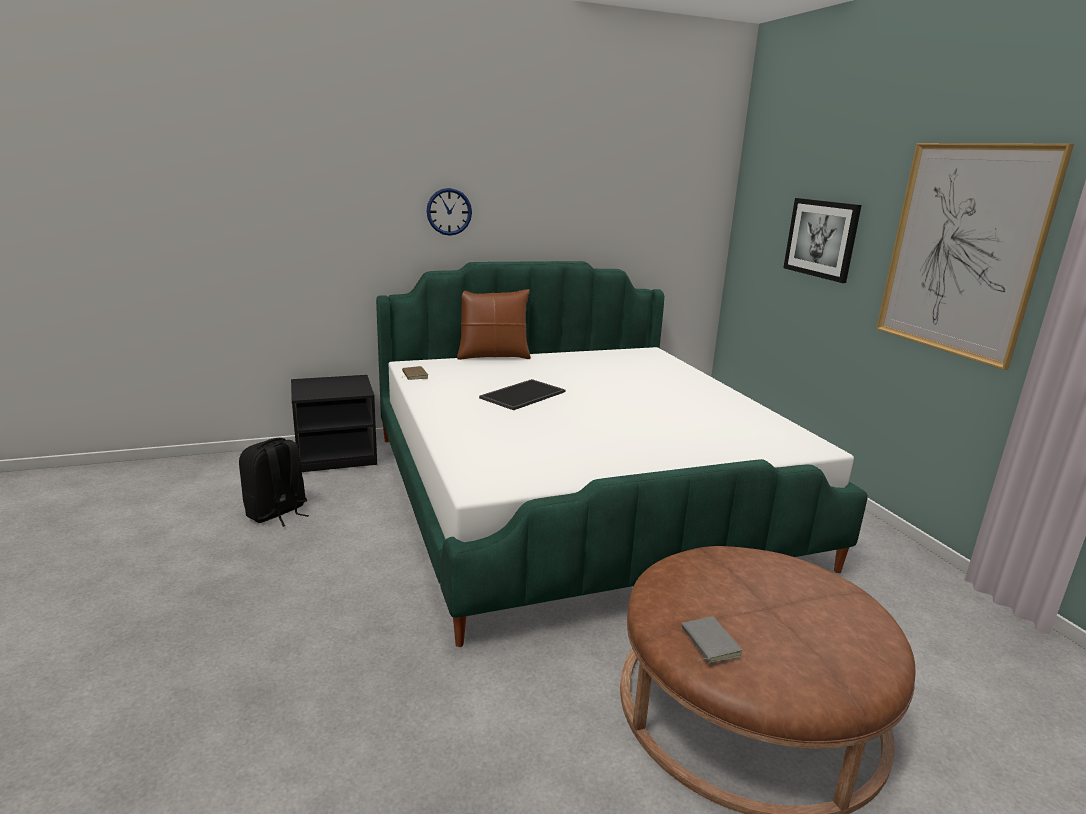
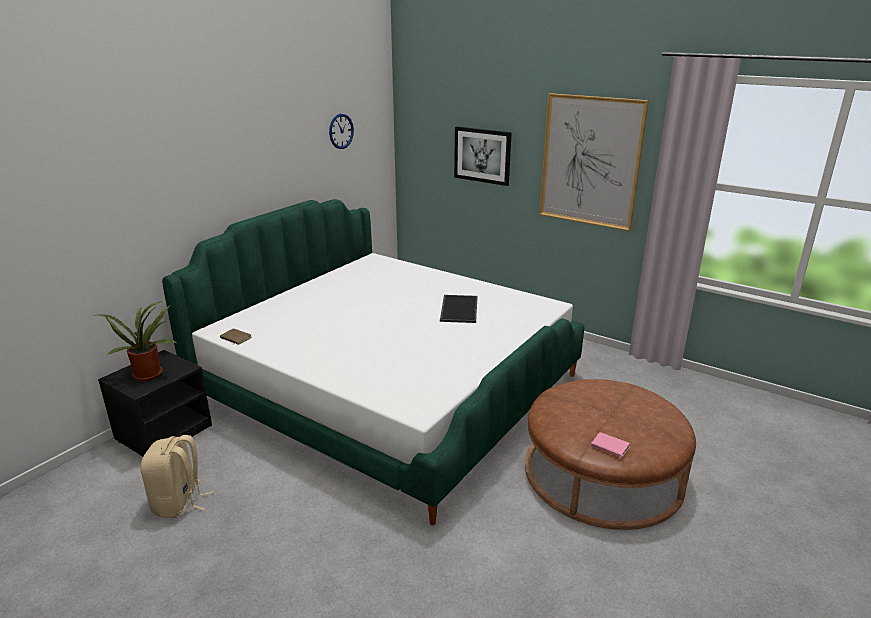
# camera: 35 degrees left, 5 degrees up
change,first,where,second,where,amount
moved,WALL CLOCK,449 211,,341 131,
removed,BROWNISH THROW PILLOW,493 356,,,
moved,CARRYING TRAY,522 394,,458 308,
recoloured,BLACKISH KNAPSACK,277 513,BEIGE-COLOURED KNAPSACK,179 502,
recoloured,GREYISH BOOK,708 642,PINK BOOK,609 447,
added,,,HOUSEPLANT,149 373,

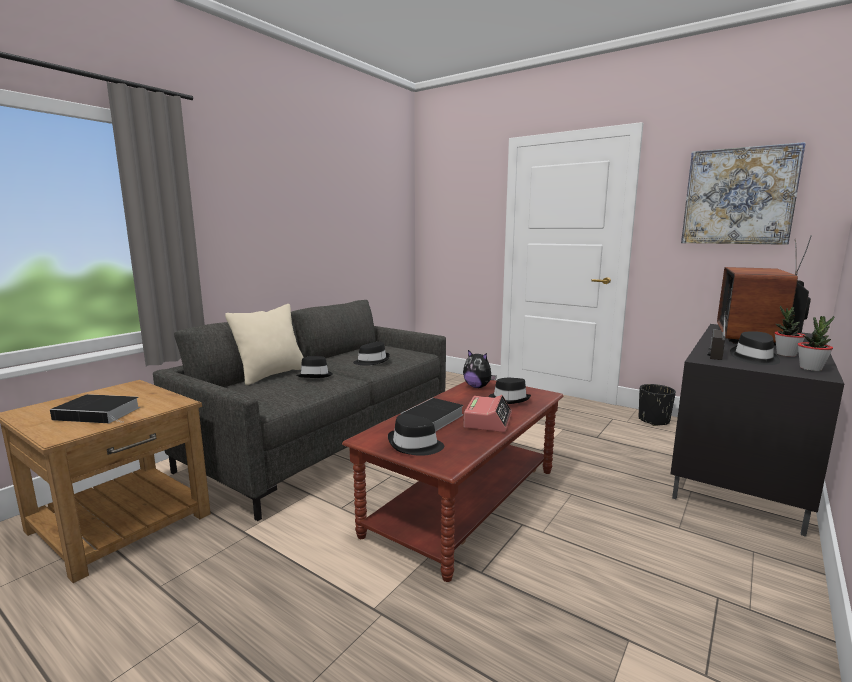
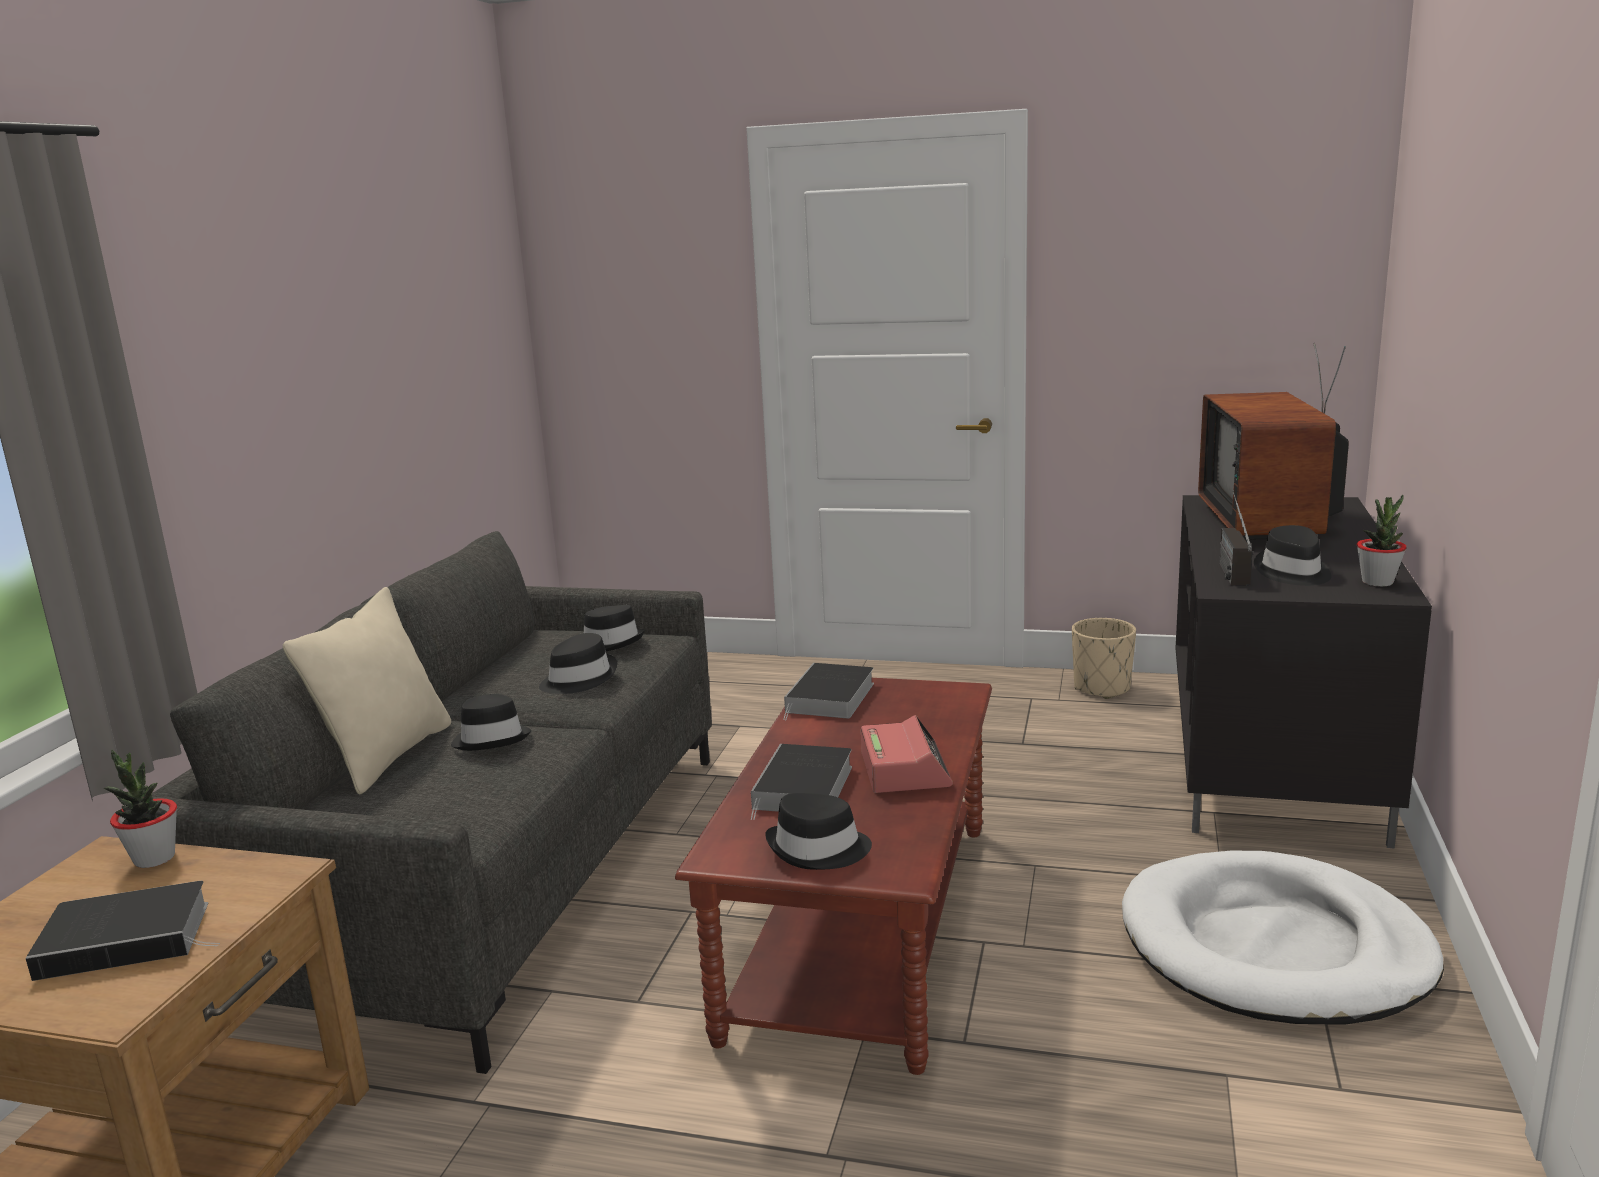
# camera: 20 degrees left, 5 degrees up
change,first,where,second,where,amount
removed,PICTURE,738 196,,,
moved,HOUSEPLANT,786 354,,154 858,
replaced,SOFT TOY,477 387,BOOK,830 698,
moved,BLACKISH CLOTHING HAT,509 399,,610 643,
recoloured,BLACKISH FLOWER POT,653 420,BEIGE-COLOURED FLOWER POT,1102 688,
added,,,WHITE PET BED,1274 948,

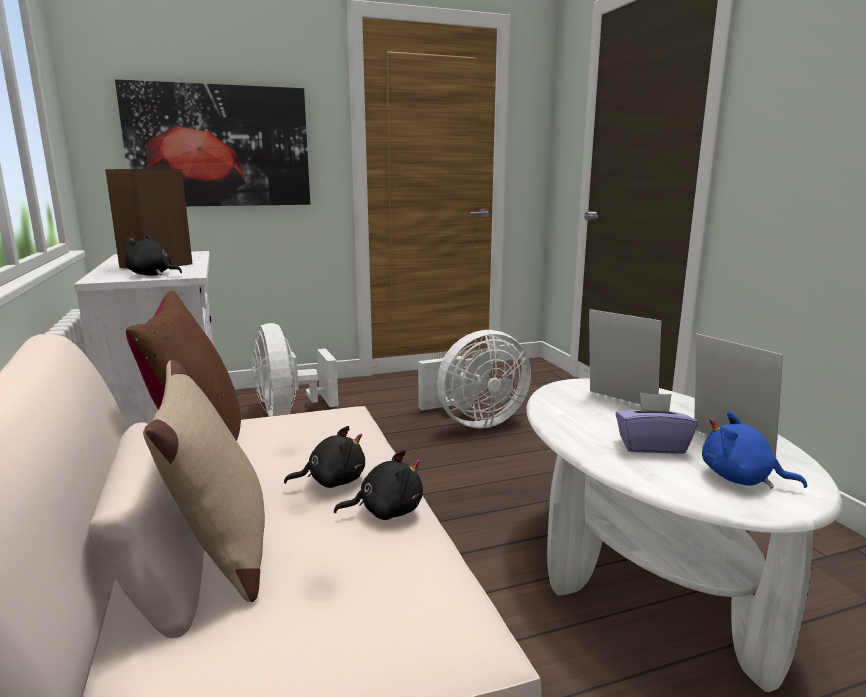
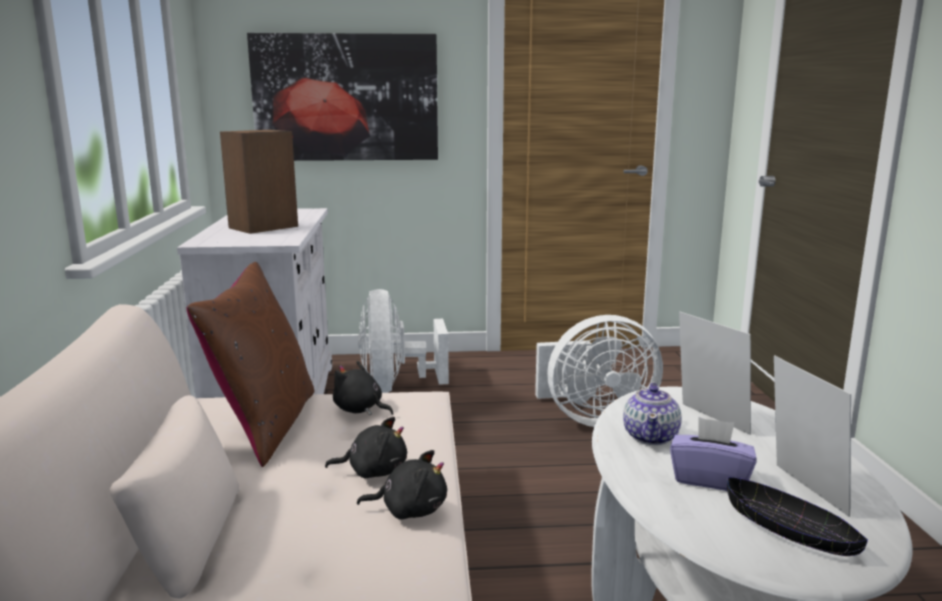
# camera: 15 degrees right, 0 degrees up
change,first,where,second,where,amount
moved,BLACKISH SOFT TOY,152 275,,360 409,
removed,BEIGE-COLOURED THROW PILLOW,222 554,,,
replaced,BLUE-COLOURED SOFT TOY,741 479,BLACKISH DEEP DISH,789 532,
added,,,TEA POT,651 436,

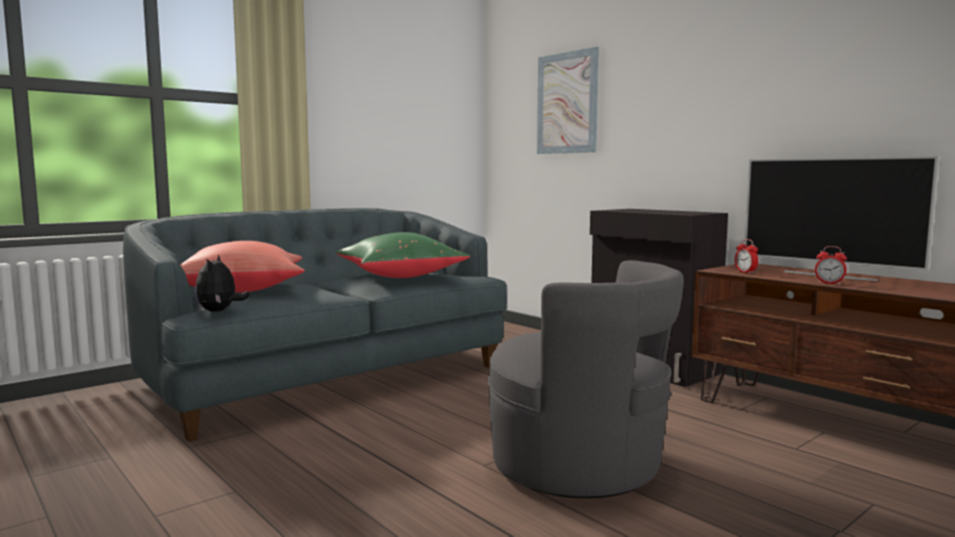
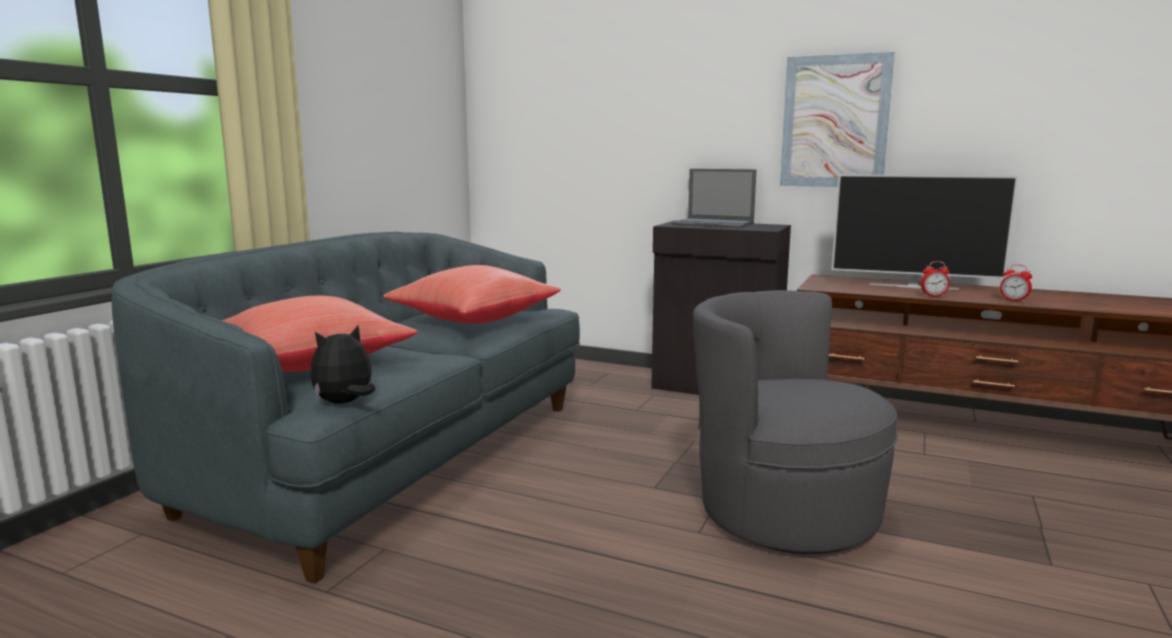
# camera: 25 degrees left, 5 degrees up
change,first,where,second,where,amount
moved,PICTURE,567 103,,834 122,
recoloured,GREENISH THROW PILLOW,400 276,REDDISH THROW PILLOW,473 320,
moved,BEDSIDE CLOCK,745 272,,1014 300,
turned,SOFT TOY,219 311,,345 403,75 degrees clockwise
turned,GREYISH LOUNGE CHAIR,580 466,,784 512,150 degrees counterclockwise
added,,,LAPTOP,714 224,

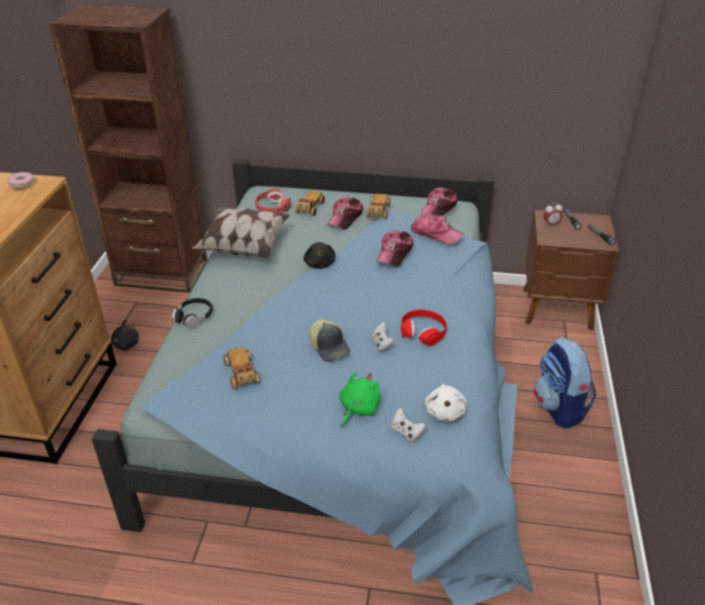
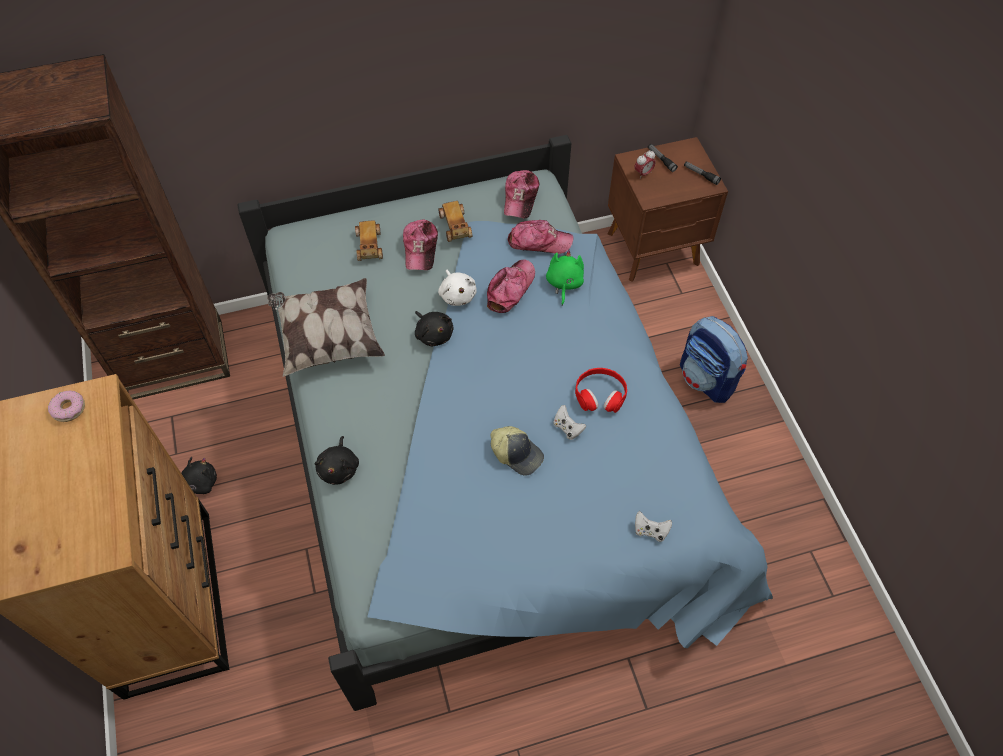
# camera: 25 degrees left, 20 degrees up
change,first,where,second,where,amount
removed,REDDISH HEADPHONES,272 208,,,
turned,CAP,395 253,,510 289,150 degrees counterclockwise
replaced,BLACKISH HEADPHONES,194 317,BLACKISH SOFT TOY,339 468,
removed,MODEL CAR,241 373,,,
moved,GREENISH SOFT TOY,358 409,,564 283,
moved,WHITE SOFT TOY,445 411,,457 294,

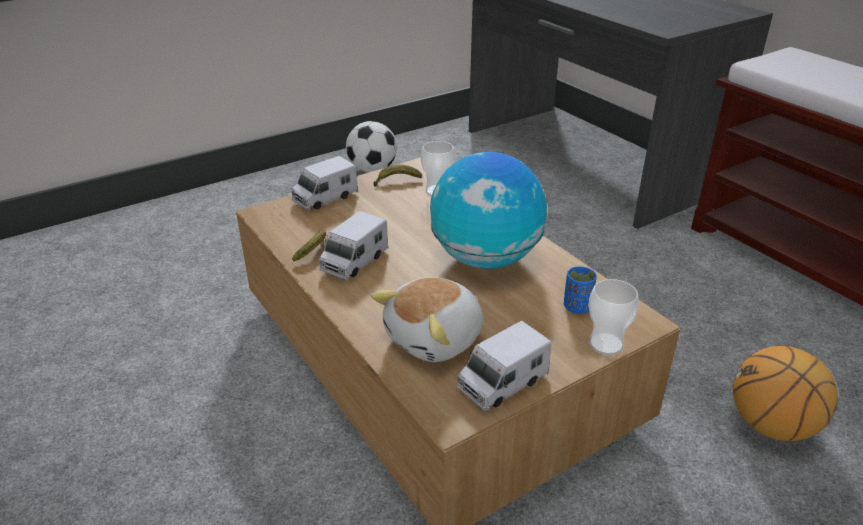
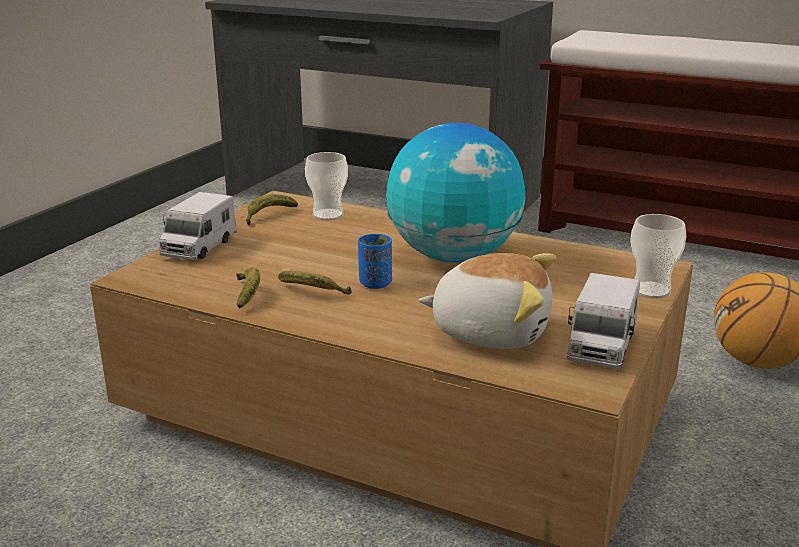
# camera: 30 degrees left, 10 degrees down
change,first,where,second,where,amount
removed,BALL FOR FOOTBALL,372 169,,,
replaced,TOY LORRY,354 261,BANANA,312 292,
moved,BLUE-COLOURED CUP,577 307,,375 283,
turned,SOFT TOY,436 339,,491 331,90 degrees counterclockwise

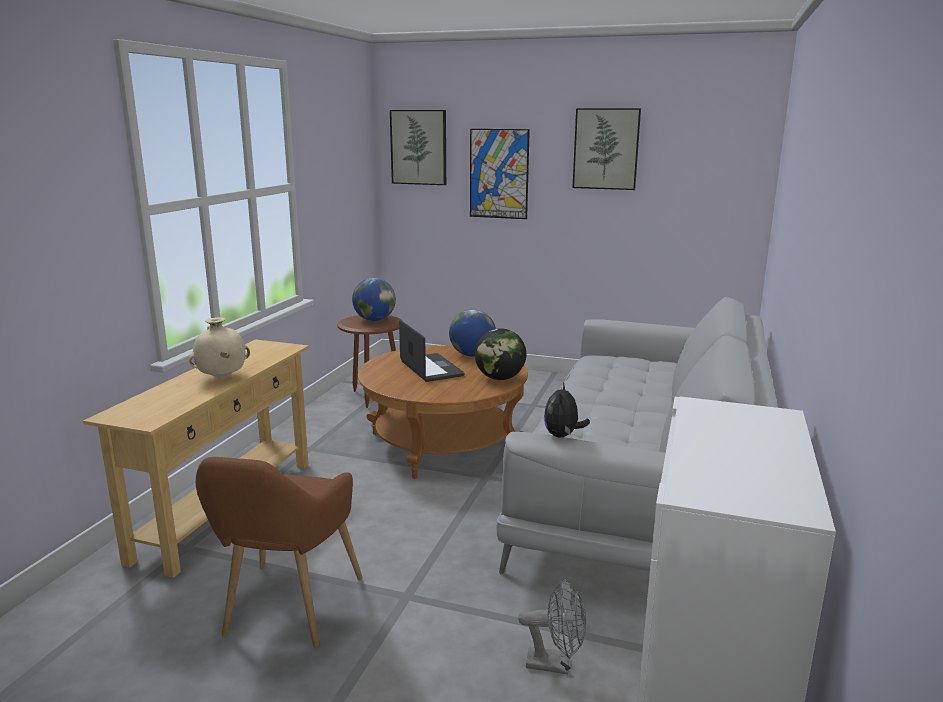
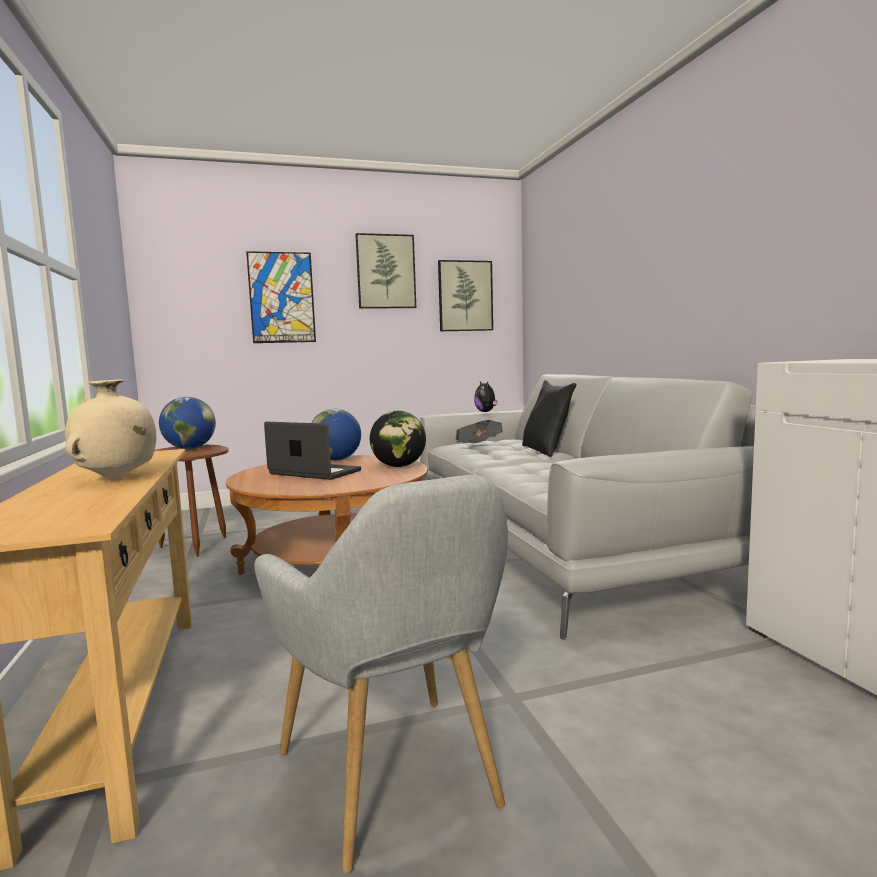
# camera: 35 degrees left, 10 degrees down
change,first,where,second,where,amount
moved,PICTURE,419 147,,465 296,
moved,SOFT TOY,563 436,,486 412,
recoloured,BROWNISH LOUNGE CHAIR,286 612,GREYISH LOUNGE CHAIR,397 787,
removed,GREYISH FAN,555 664,,,
added,,,BLACKISH THROW PILLOW,547 450,
added,,,NEWSPAPER,478 446,

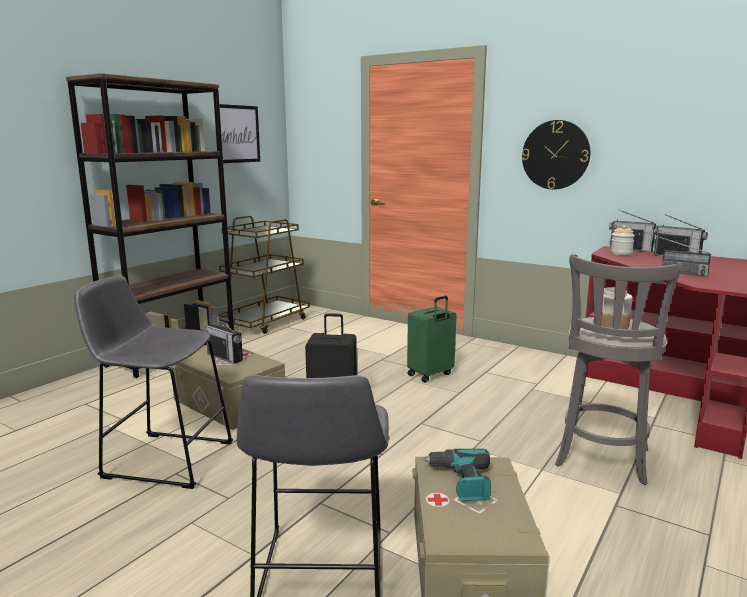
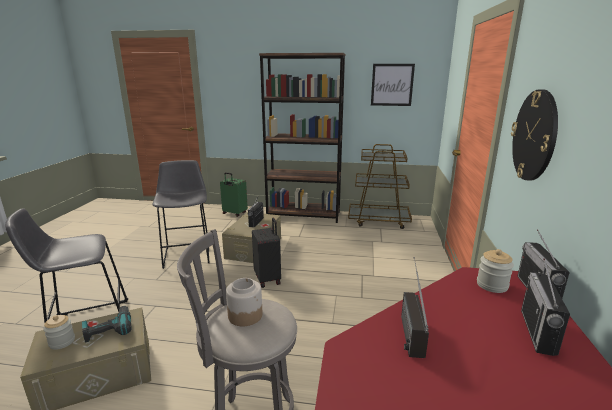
# camera: 65 degrees right, 5 degrees up
change,first,where,second,where,amount
moved,GREENISH SUITCASE,431 375,,234 213,
added,,,PRESERVE JAR,62 342,

